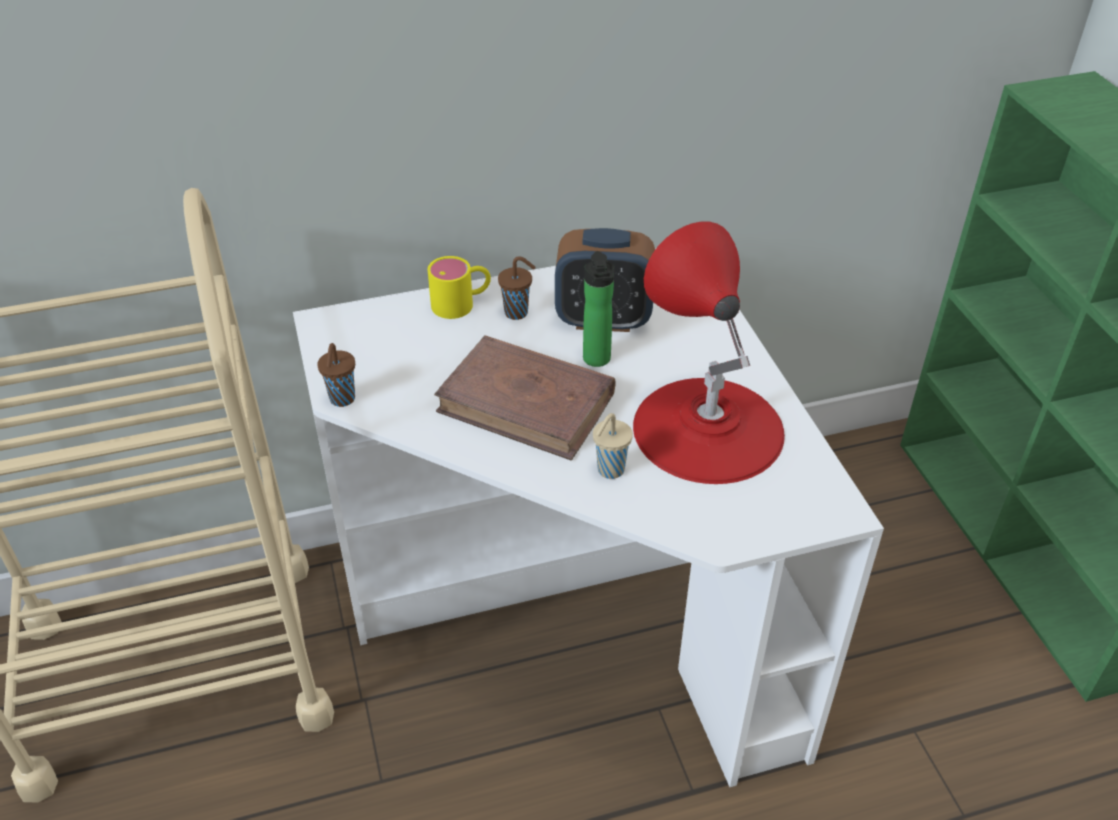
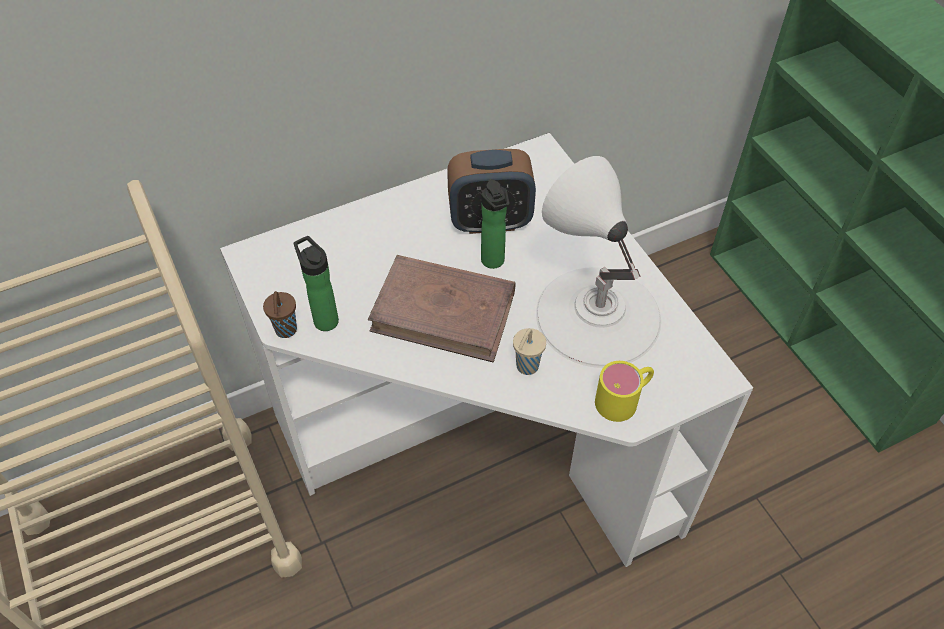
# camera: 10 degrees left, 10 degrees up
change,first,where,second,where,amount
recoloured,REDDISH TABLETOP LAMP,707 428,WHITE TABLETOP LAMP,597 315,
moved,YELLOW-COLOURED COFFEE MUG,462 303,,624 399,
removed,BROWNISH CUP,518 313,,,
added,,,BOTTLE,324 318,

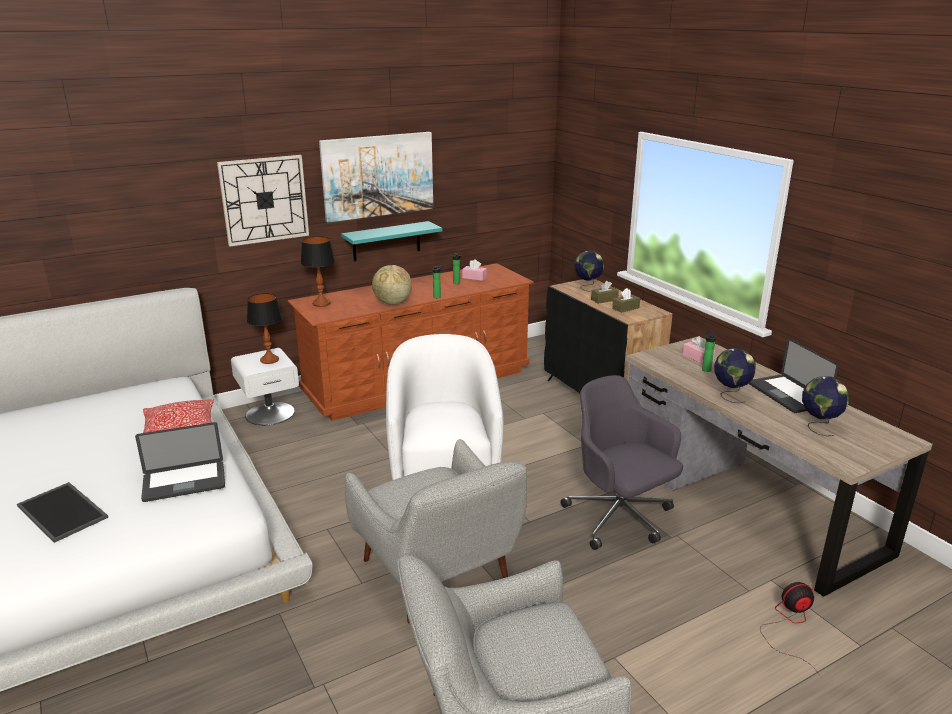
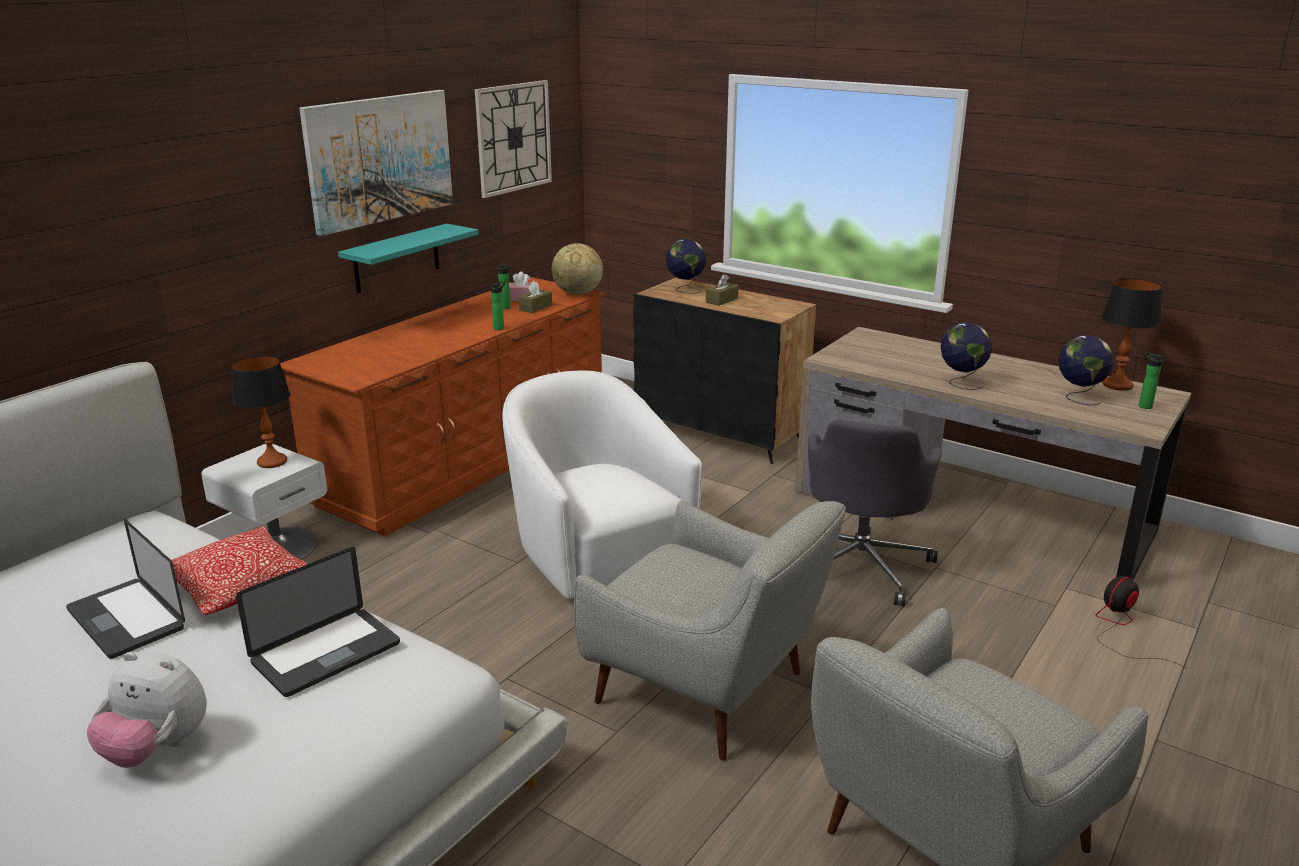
# camera: 25 degrees left, 0 degrees up
change,first,where,second,where,amount
moved,WALL CLOCK,264 200,,513 137,
moved,TABLETOP LAMP,321 304,,1117 385,
moved,WORLD GLOBE,392 303,,577 293,
moved,BROWNISH TISSUE BOX,625 308,,535 307,
moved,BOTTLE,705 369,,1143 406,
removed,PINK TISSUE BOX,697 357,,,
moved,LAPTOP,787 395,,126 619,
turned,GREYISH COMPUTER CHAIR,620 518,,861 565,105 degrees counterclockwise
replaced,CARRYING TRAY,64 511,SOFT TOY,157 749,

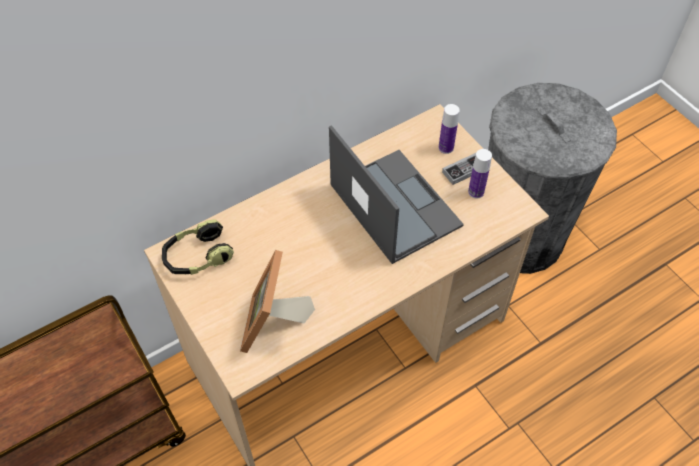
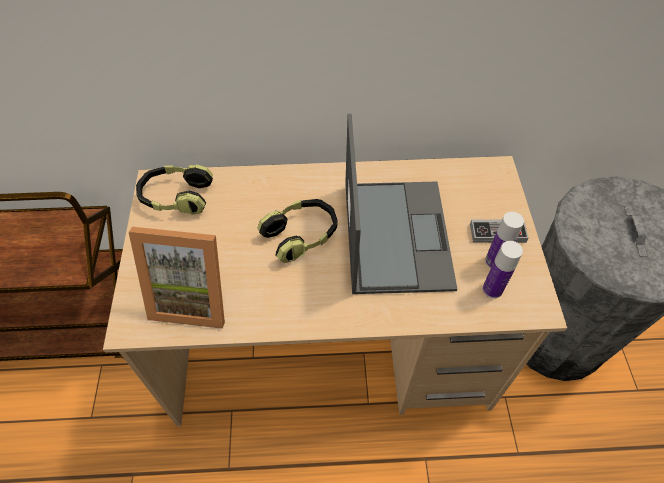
# camera: 30 degrees right, 0 degrees up
change,first,where,second,where,amount
moved,BOTTLE,446 148,,492 289,
turned,STANDING FRAME,274 325,,193 297,120 degrees counterclockwise
added,,,HEADPHONES,301 235,

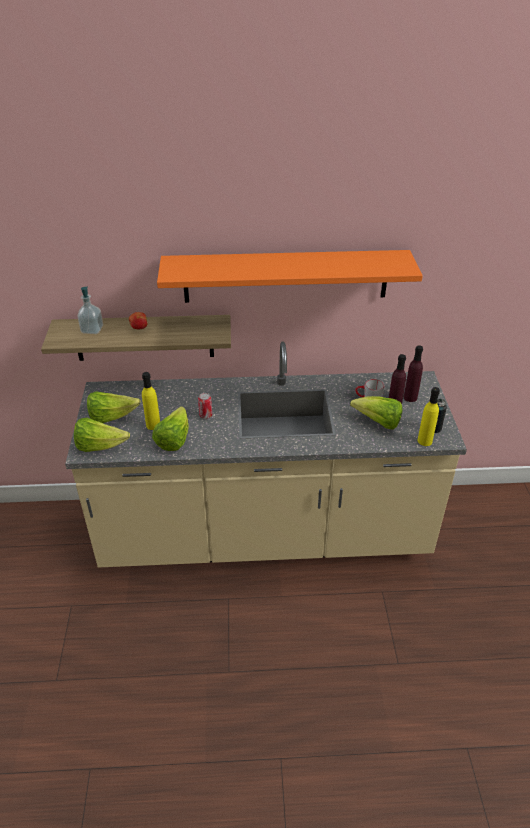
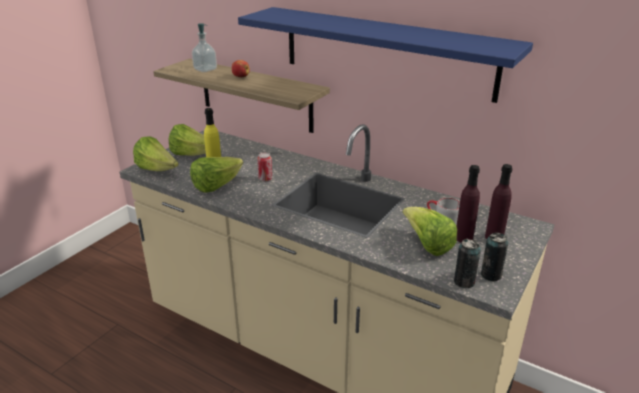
# camera: 35 degrees right, 10 degrees down
change,first,where,second,where,amount
recoloured,ORANGE-COLOURED BRACKET SHELF,285 276,BLUE-COLOURED BRACKET SHELF,386 52,
replaced,YELLOW-COLOURED BOTTLE,424 441,METAL CAN,464 282,

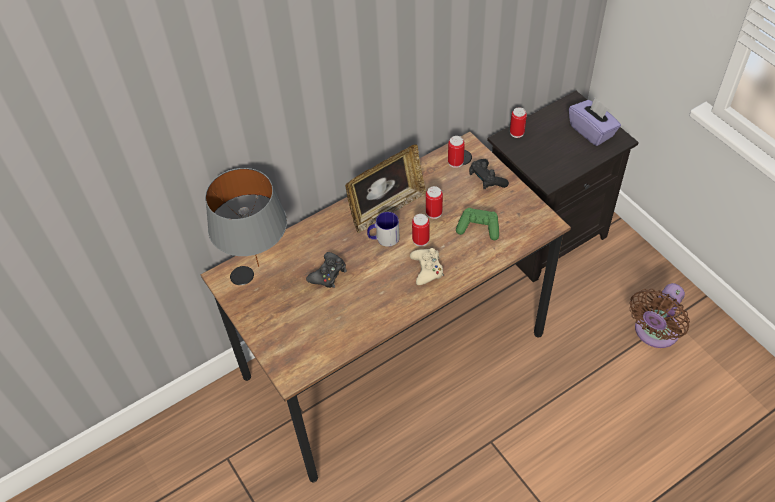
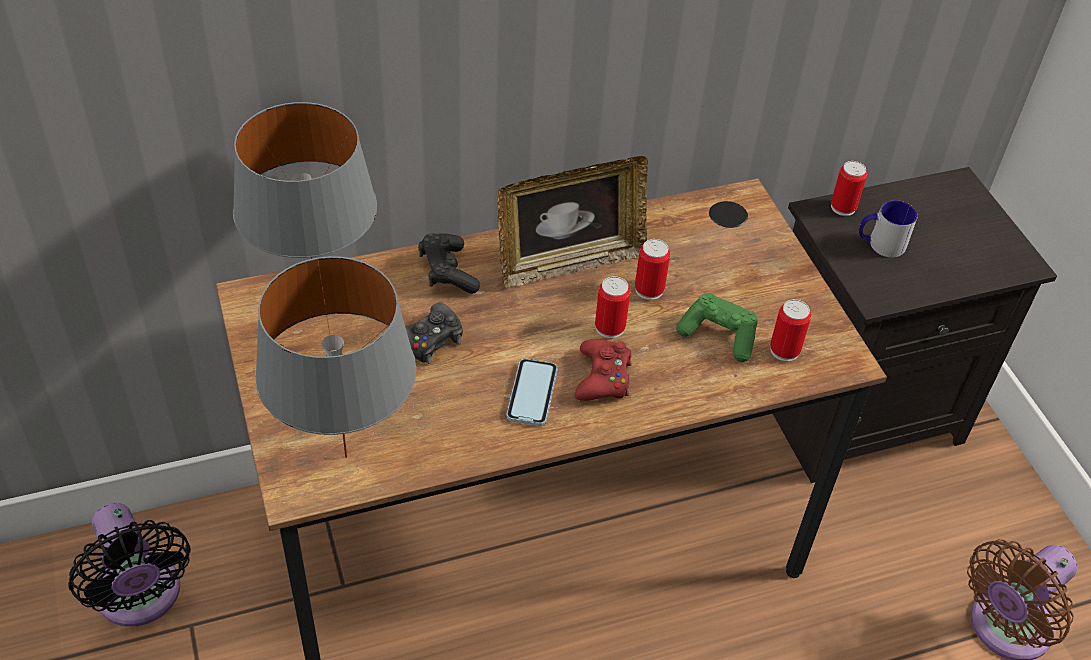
# camera: 10 degrees right, 5 degrees down
change,first,where,second,where,amount
removed,PURPLE-COLOURED TISSUE BOX,592 131,,,
moved,METAL CAN,455 162,,784 350,
moved,BLACKISH GAMEPAD,486 179,,447 272,
moved,COFFEE MUG,383 238,,880 244,
recoloured,BEIGE-COLOURED GAMEPAD,427 269,REDDISH GAMEPAD,603 378,
added,,,GREYISH TABLETOP LAMP,347 455,
added,,,PHONE,532 394,
added,,,BLACKISH FAN,141 598,

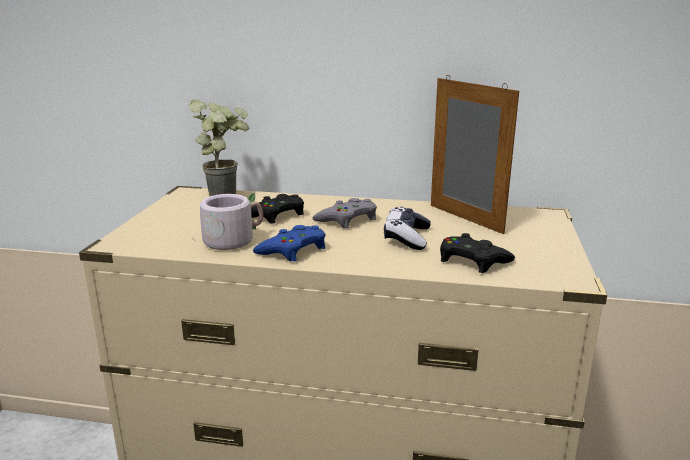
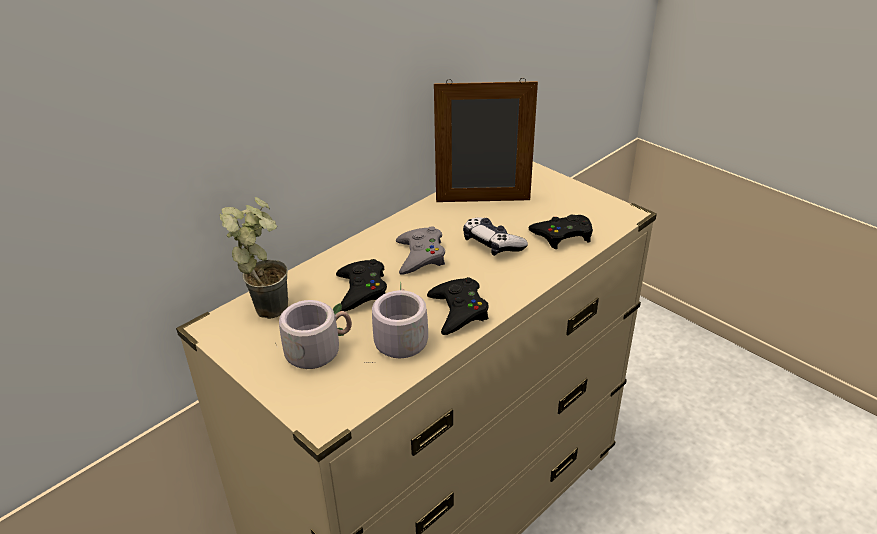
# camera: 55 degrees left, 15 degrees up
change,first,where,second,where,amount
recoloured,BLUE-COLOURED GAMEPAD,293 250,BLACKISH GAMEPAD,458 311,
added,,,GREYISH COFFEE MUG,318 349,

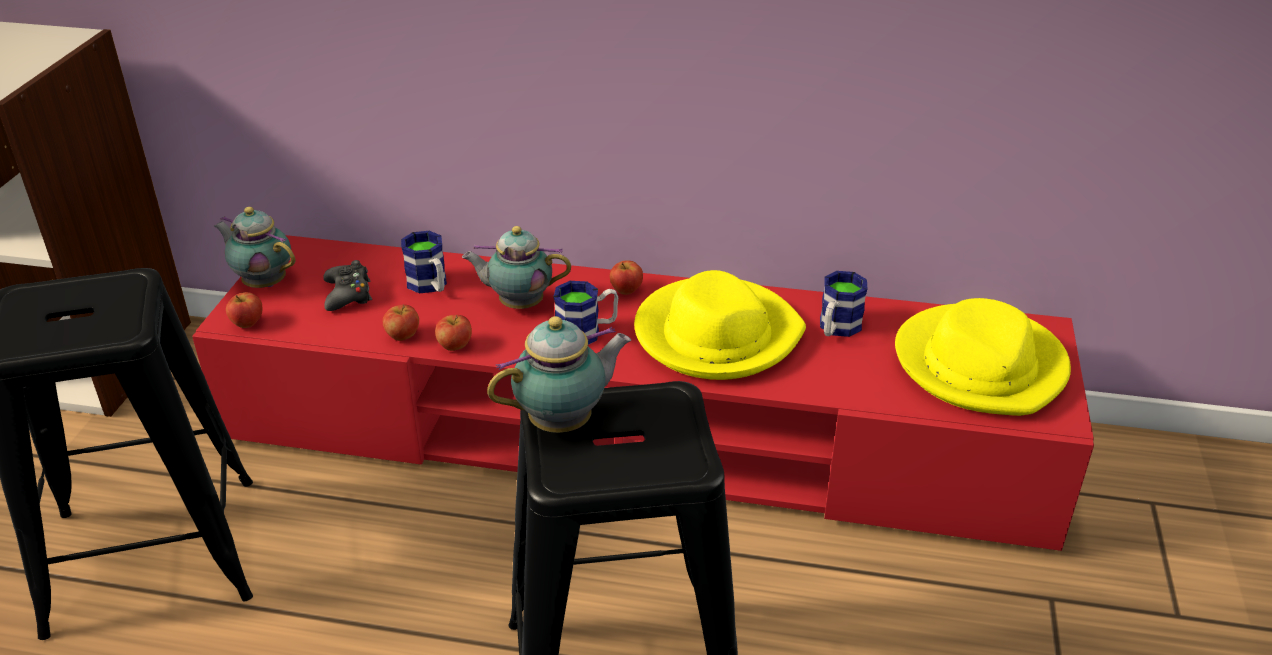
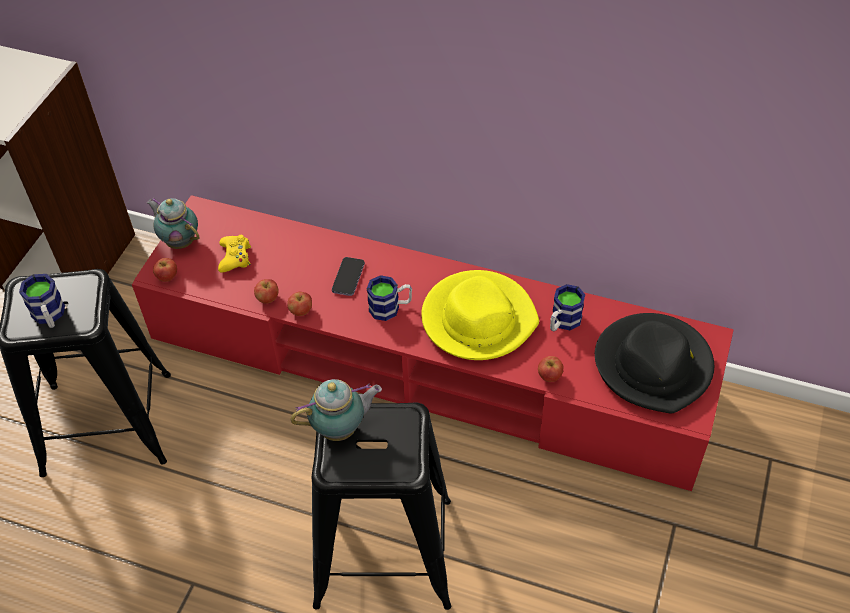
# camera: 10 degrees right, 15 degrees up
change,first,where,second,where,amount
replaced,TEA POT,518 304,PHONE,348 277,
moved,COFFEE MUG,430 286,,49 316,
recoloured,BLACKISH GAMEPAD,348 294,YELLOW-COLOURED GAMEPAD,235 257,
moved,WHOLE APPLE,626 290,,549 376,
recoloured,YELLOW-COLOURED CLOTHING HAT,980 365,BLACKISH CLOTHING HAT,654 365,

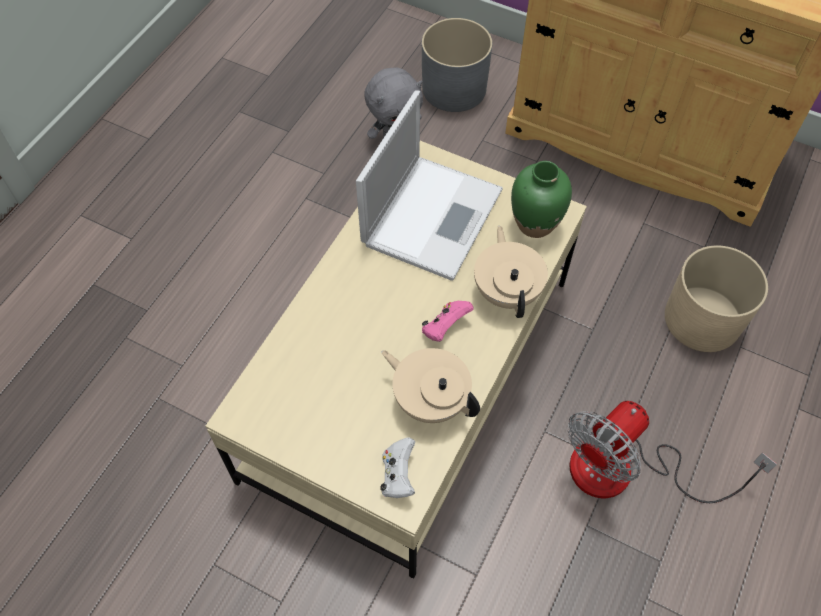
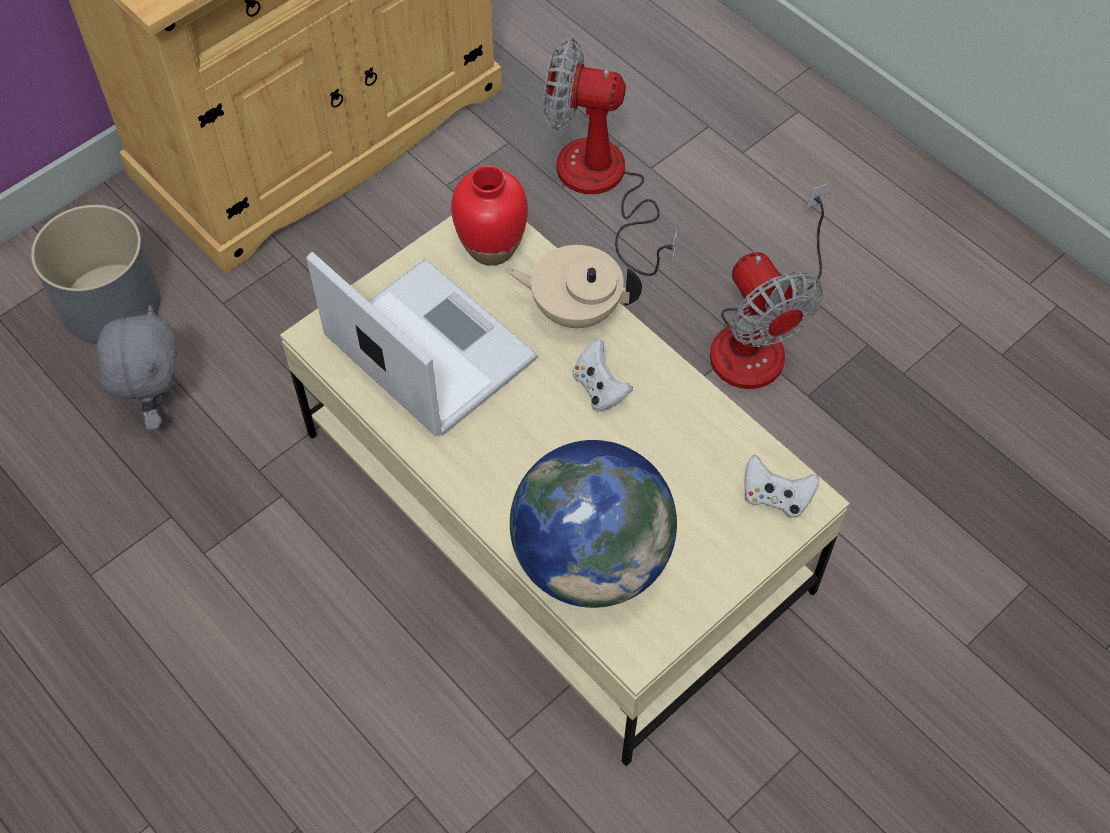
# camera: 70 degrees left, 0 degrees up
change,first,where,second,where,amount
recoloured,GREENISH FLOWER VASE,535 223,REDDISH FLOWER VASE,491 247,
replaced,BEIGE-COLOURED FLOWER POT,702 319,FAN,602 187,
recoloured,PINK GAMEPAD,445 328,WHITE GAMEPAD,599 388,
removed,BEIGE-COLOURED TEA POT,430 399,,,
added,,,WORLD GLOBE,591 559,

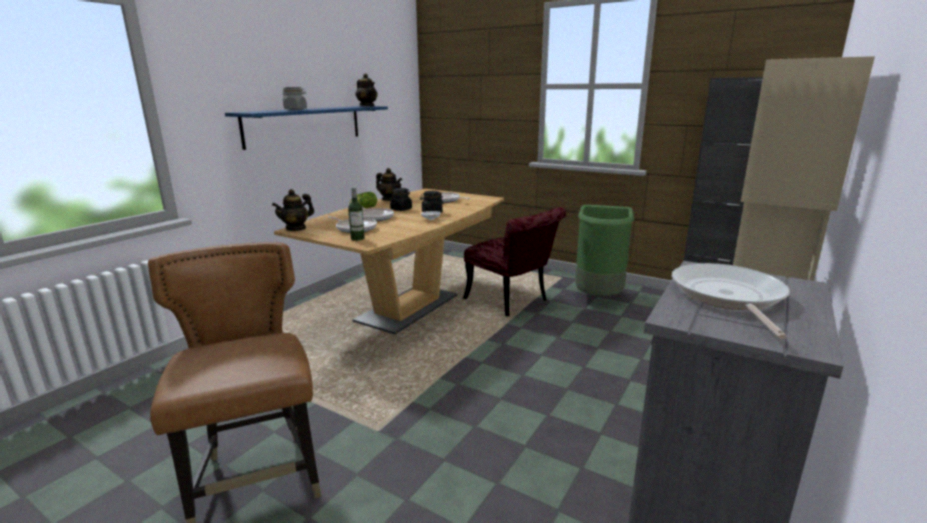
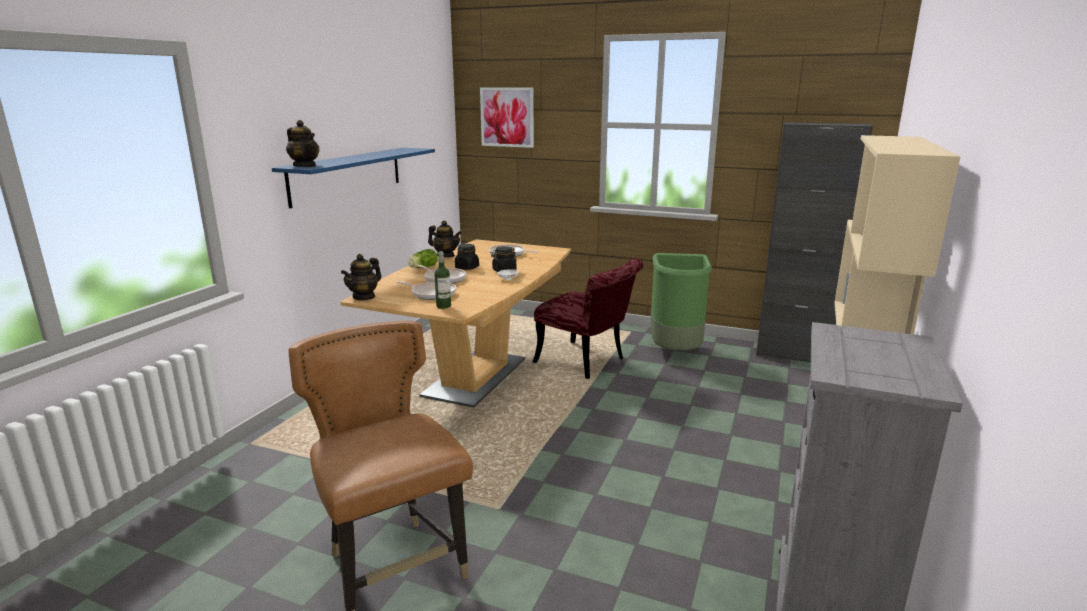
# camera: 10 degrees left, 0 degrees up
change,first,where,second,where,amount
moved,TEA POT,367 106,,305 166,
removed,GREYISH PRESERVE JAR,296 109,,,
removed,FRYING PAN,728 297,,,
added,,,PICTURE,507 117,

